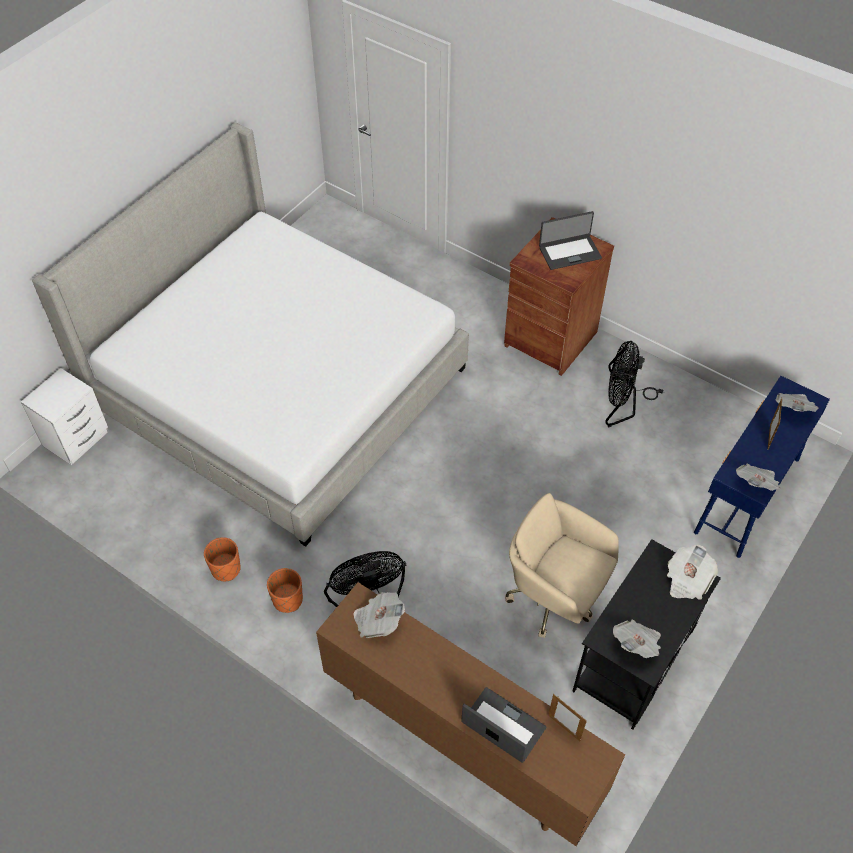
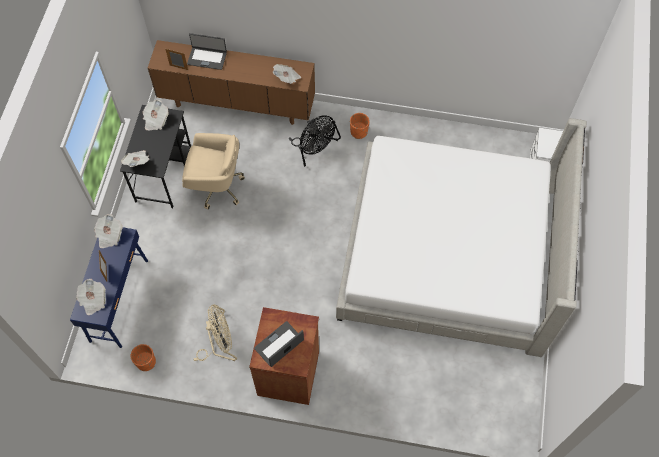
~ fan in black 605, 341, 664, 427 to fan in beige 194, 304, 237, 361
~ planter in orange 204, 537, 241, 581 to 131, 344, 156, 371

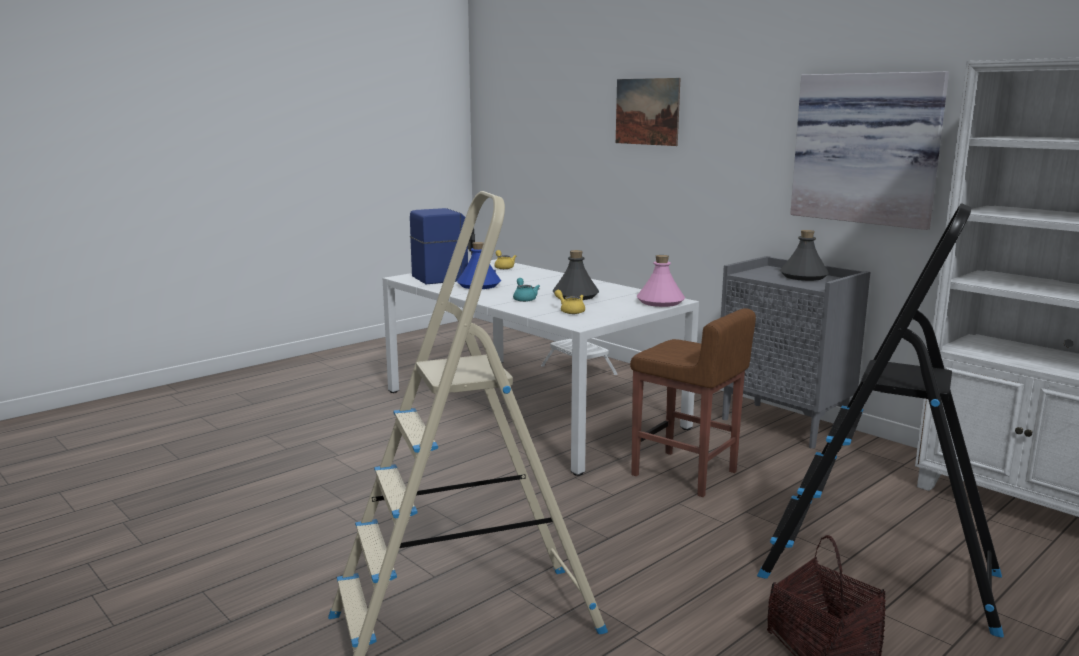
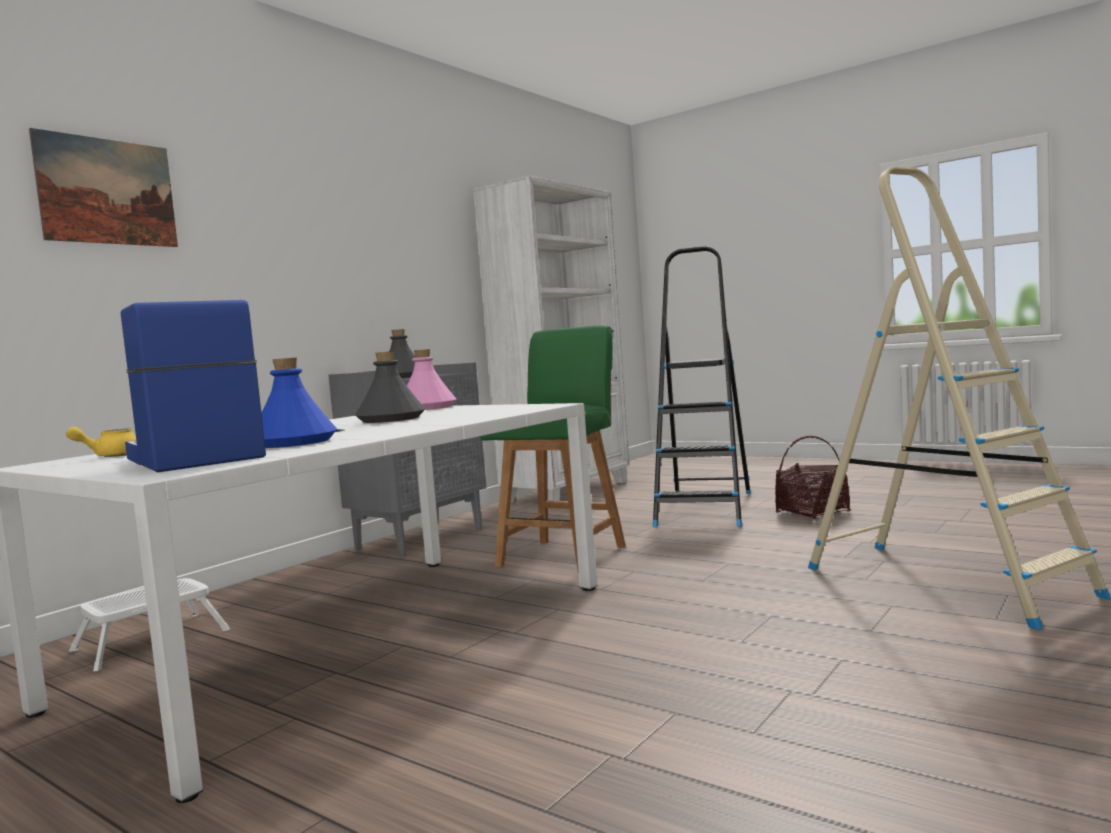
- picture 790, 71, 949, 230
- teapot in turquoise 513, 278, 540, 302
- teapot in yellow 554, 290, 585, 314
~ stool in brown 630, 308, 756, 497 to chair in green 480, 325, 626, 574

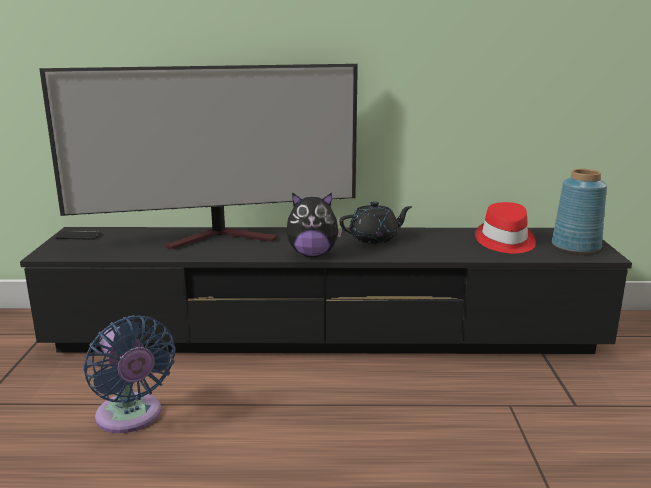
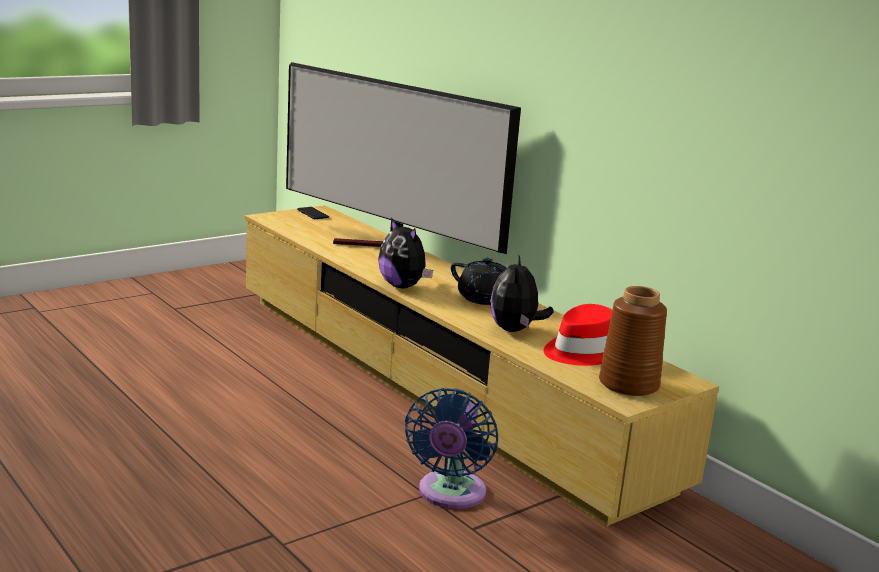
~ vase in blue 552, 169, 607, 254 to vase in brown 599, 286, 667, 396
~ tv stand in black 20, 227, 632, 354 to tv stand in beige 245, 205, 719, 526
~ fan in blue 83, 315, 176, 433 to 405, 388, 498, 509
+ plush toy 490, 254, 554, 332

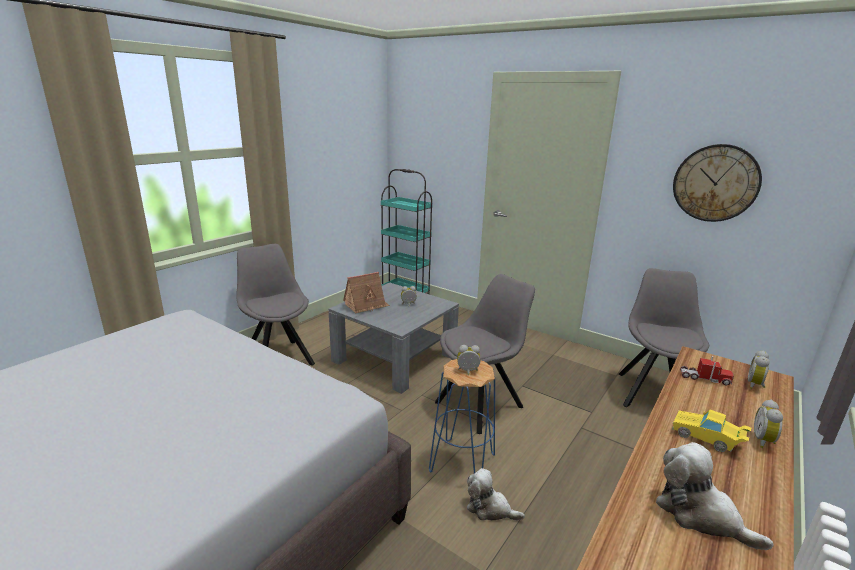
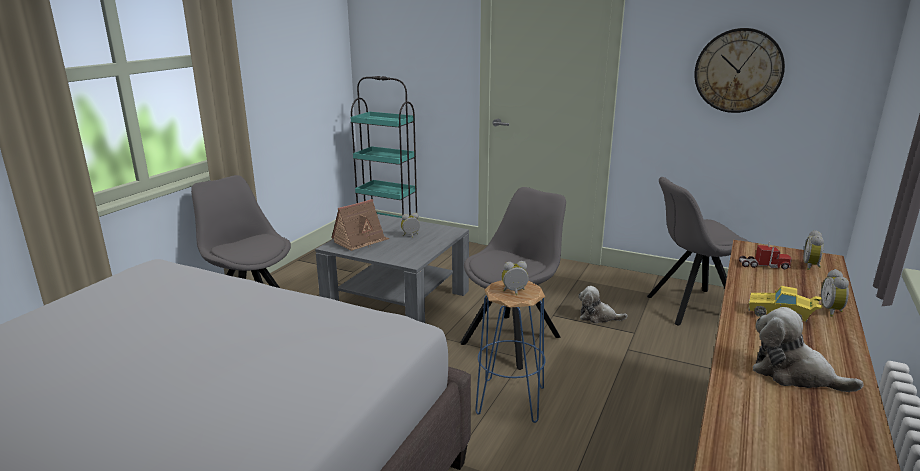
~ chair in grey 619, 268, 709, 407 = 647, 177, 749, 325 105 degrees counterclockwise
~ plush toy 467, 468, 525, 521 to 579, 286, 627, 324

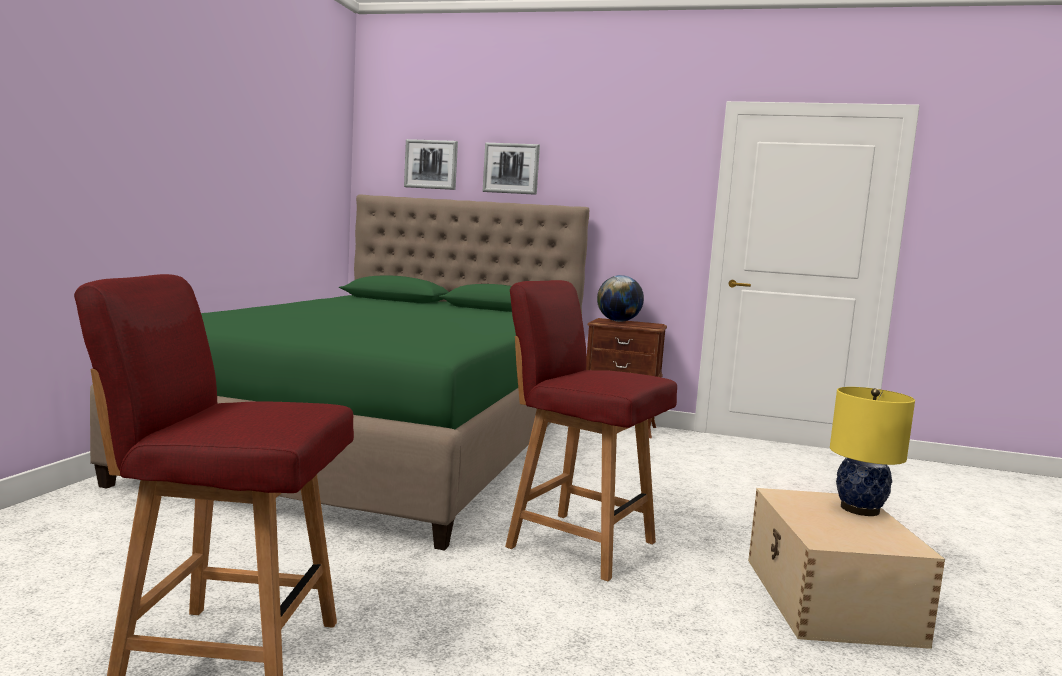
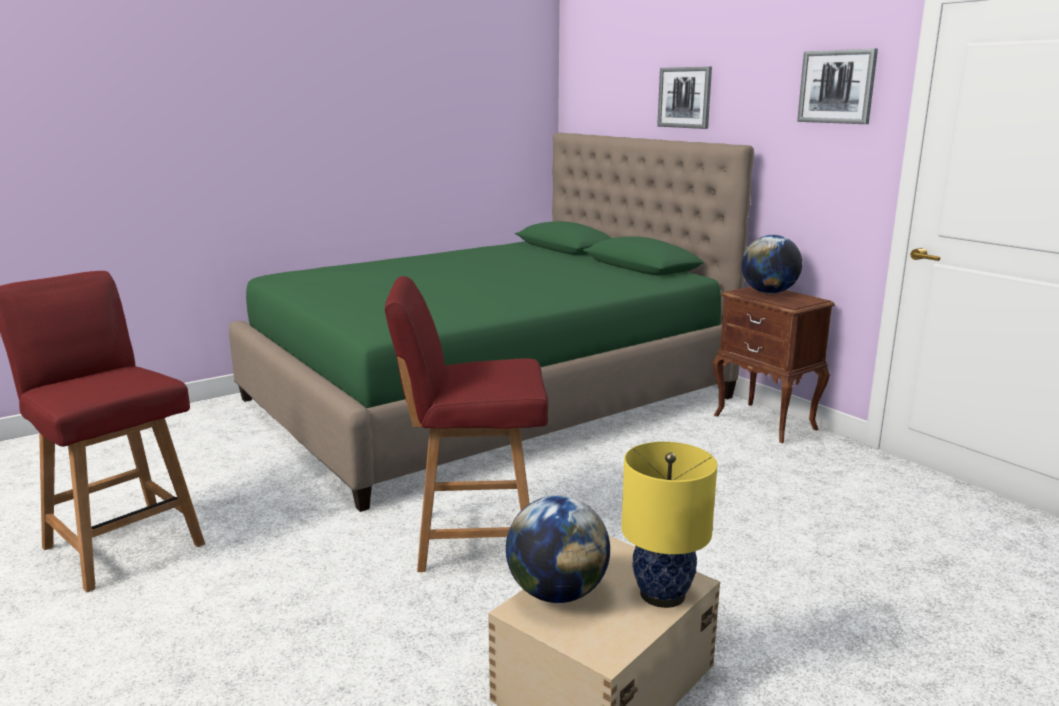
~ picture 404, 139, 458, 190 to 797, 48, 878, 124
~ chair in red 505, 280, 677, 581 = 385, 276, 548, 572 75 degrees counterclockwise
+ globe 506, 495, 610, 603

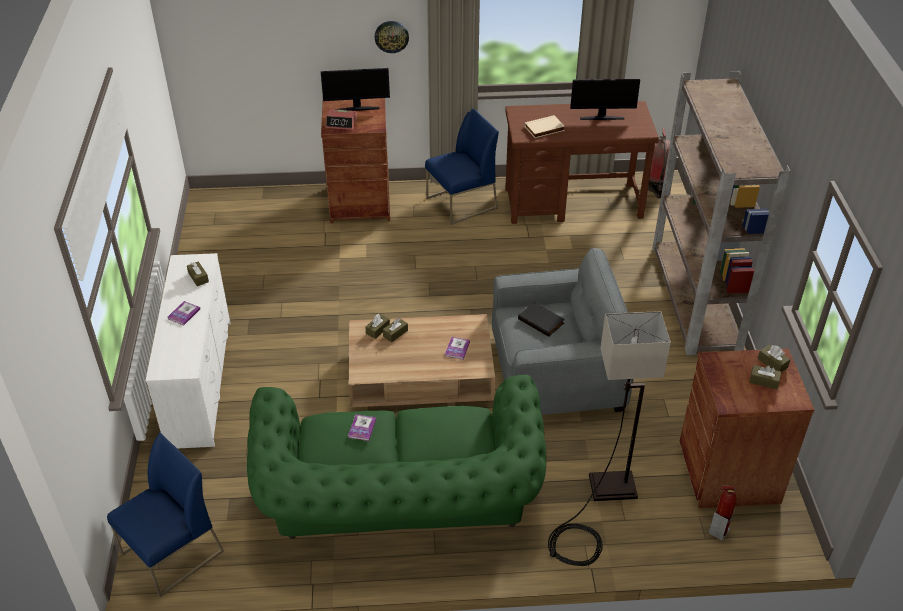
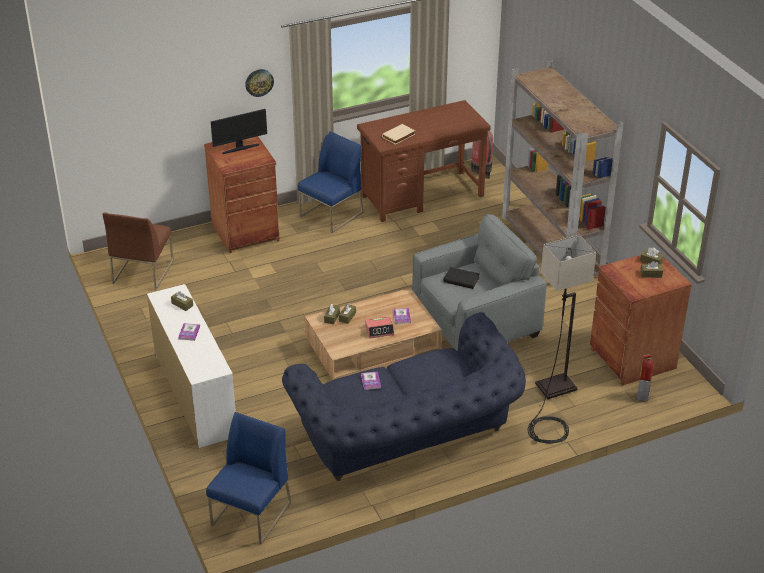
- monitor 570, 79, 640, 120
~ alarm clock 326, 109, 357, 130 to 365, 316, 394, 338
~ sofa in green 247, 375, 546, 539 to sofa in blue 282, 312, 526, 481
+ chair in brown 102, 212, 174, 291

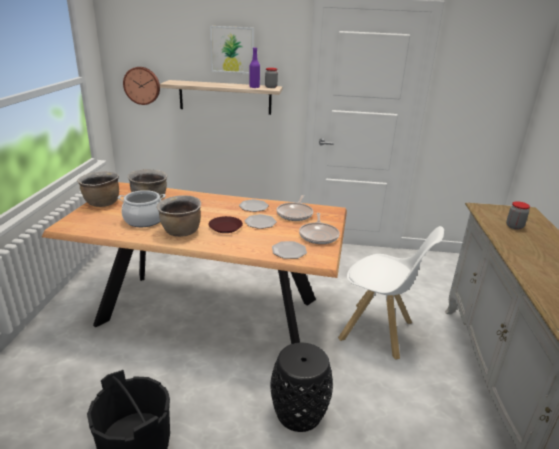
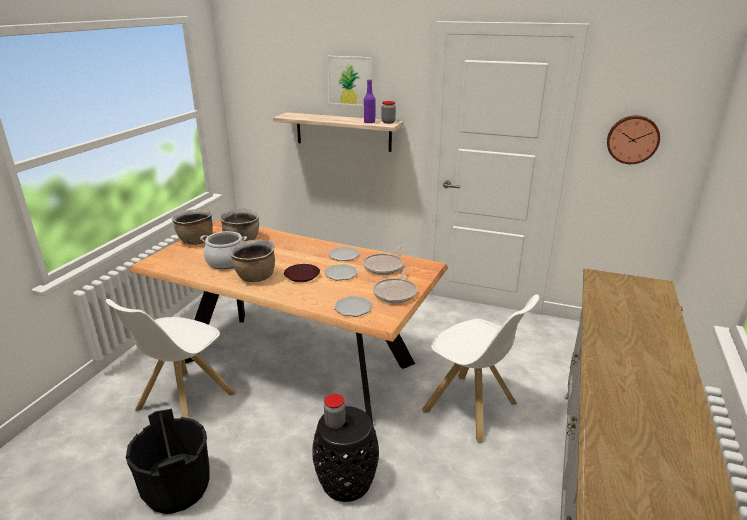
~ wall clock 123, 67, 160, 105 to 607, 115, 660, 164
~ jar 506, 201, 530, 230 to 324, 394, 346, 429
+ chair in white 106, 299, 235, 418

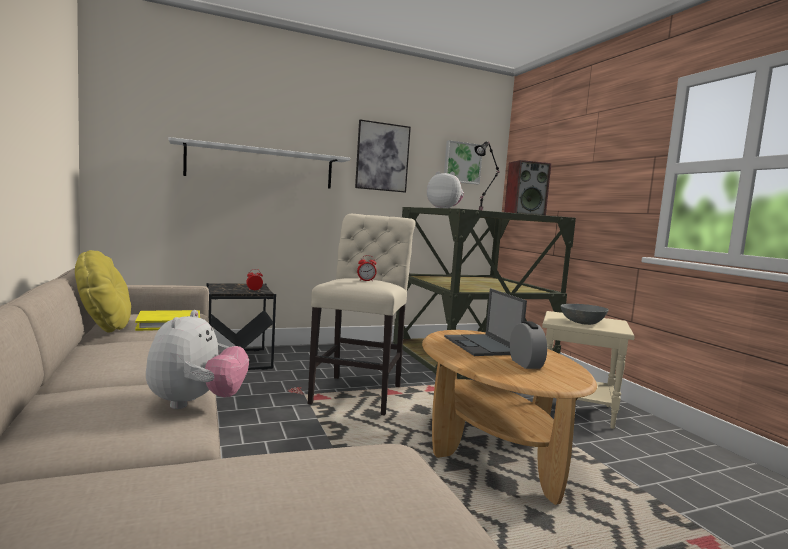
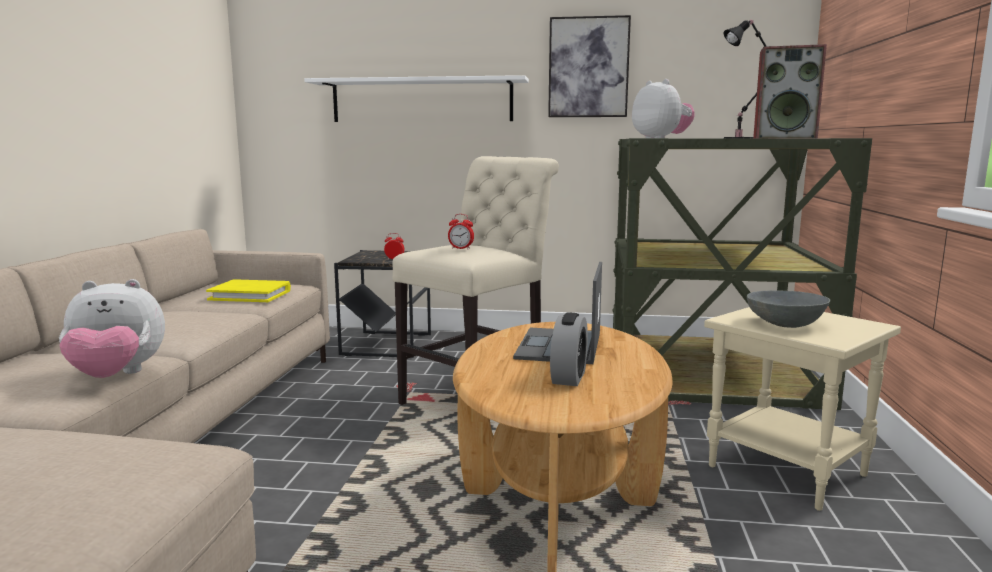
- picture 444, 140, 482, 184
- pillow in yellow 75, 250, 131, 332
~ plush toy 146, 310, 249, 409 = 59, 279, 165, 378 45 degrees clockwise

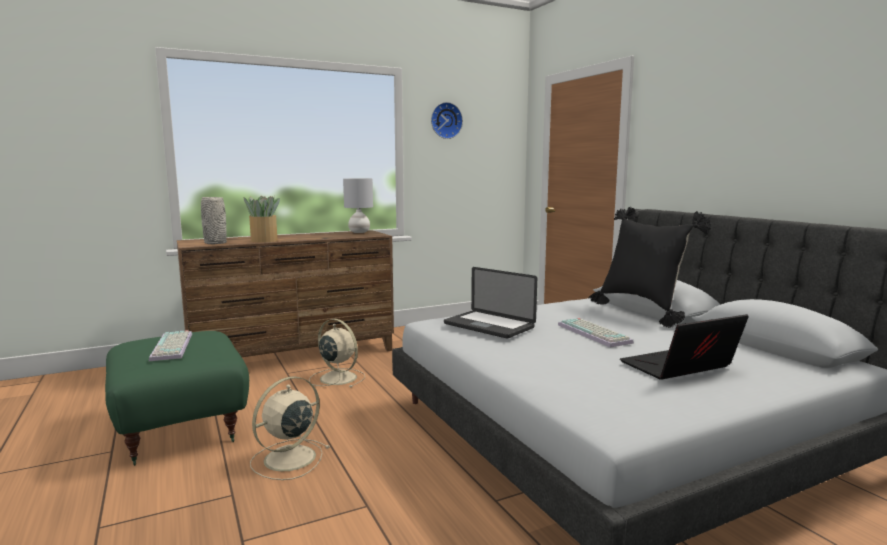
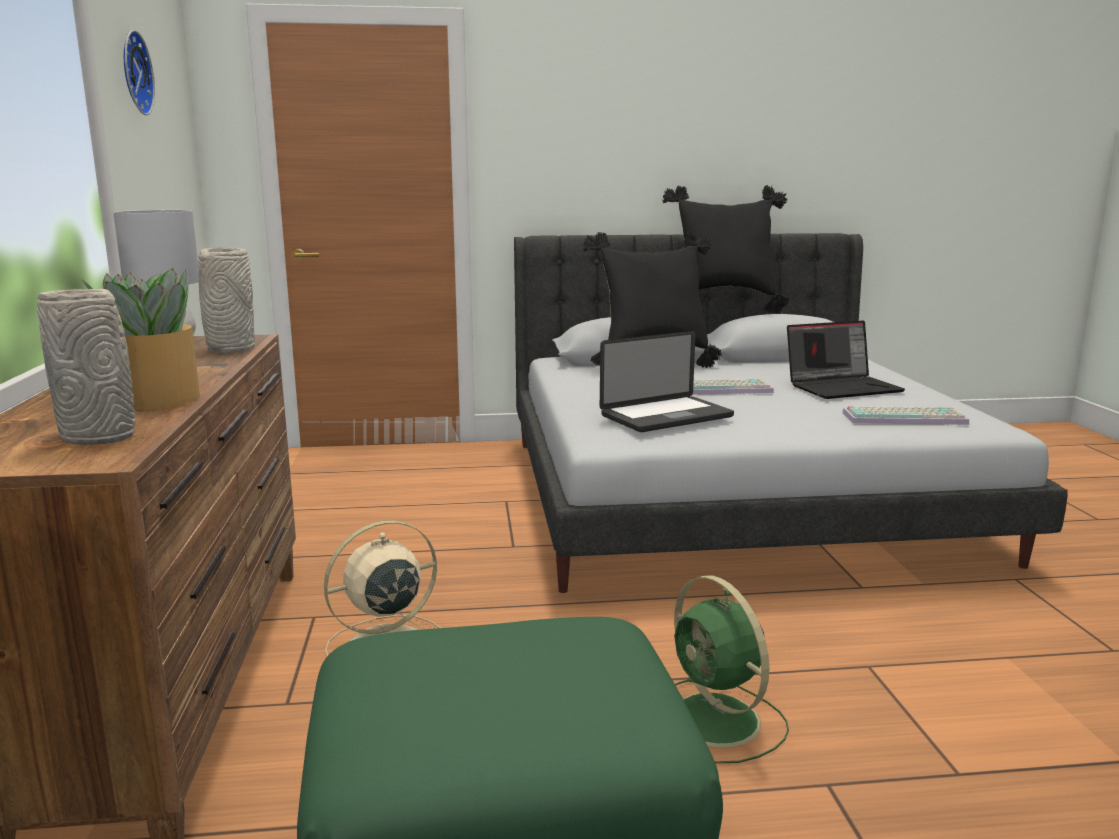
~ laptop 620, 314, 749, 380 = 787, 320, 905, 399 105 degrees counterclockwise
~ keyboard 149, 330, 192, 361 to 842, 406, 969, 425
~ fan in beige 250, 376, 330, 480 to fan in green 674, 575, 789, 764
+ pillow in black 662, 185, 790, 314
+ vase in grey 198, 247, 255, 353

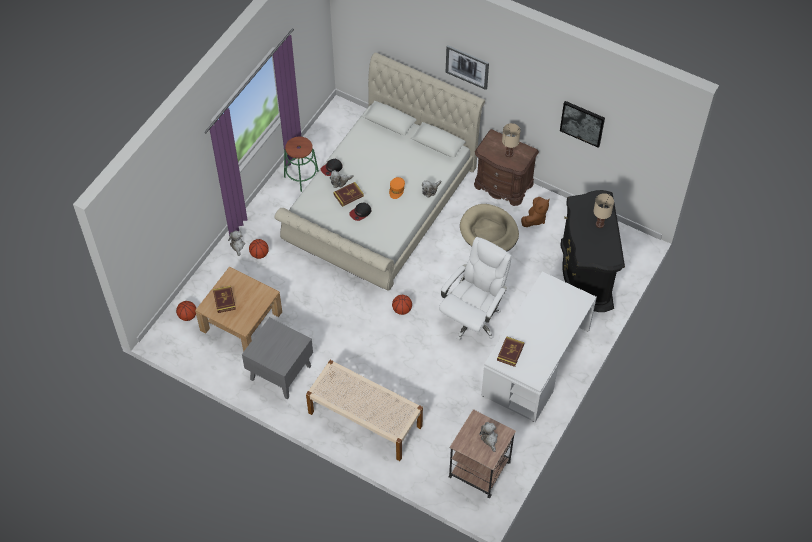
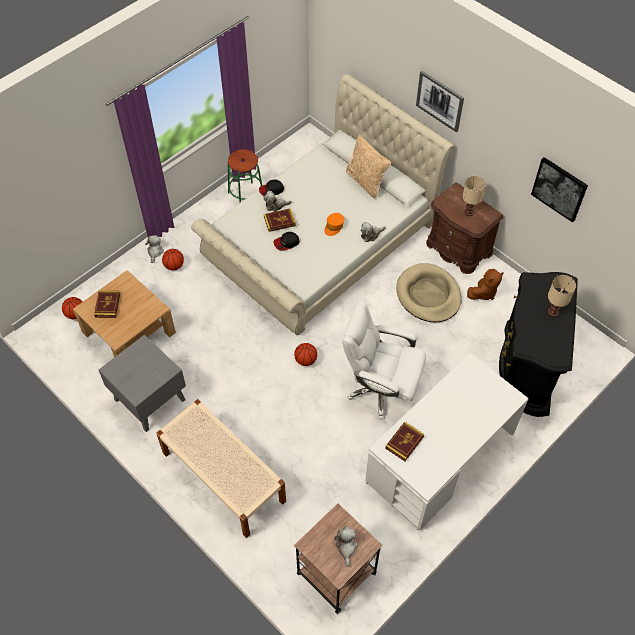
~ office chair in white 439, 237, 512, 340 = 342, 301, 426, 420 120 degrees counterclockwise
+ pillow in beige 346, 135, 391, 198

